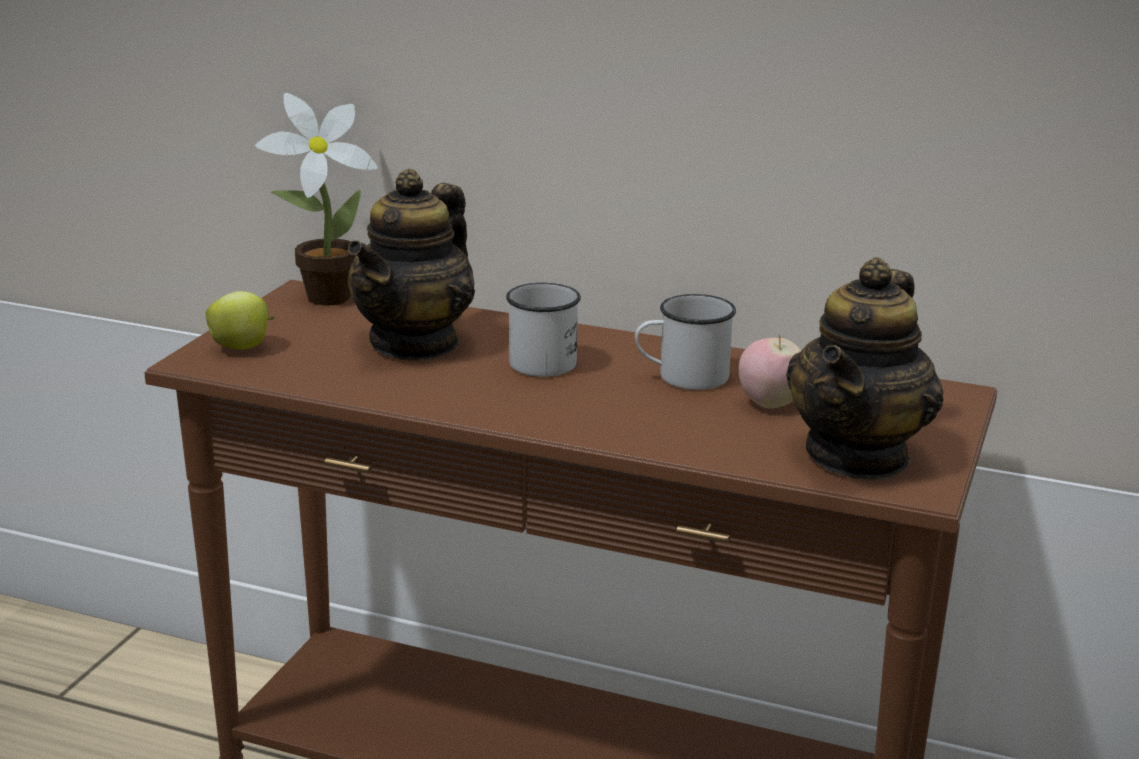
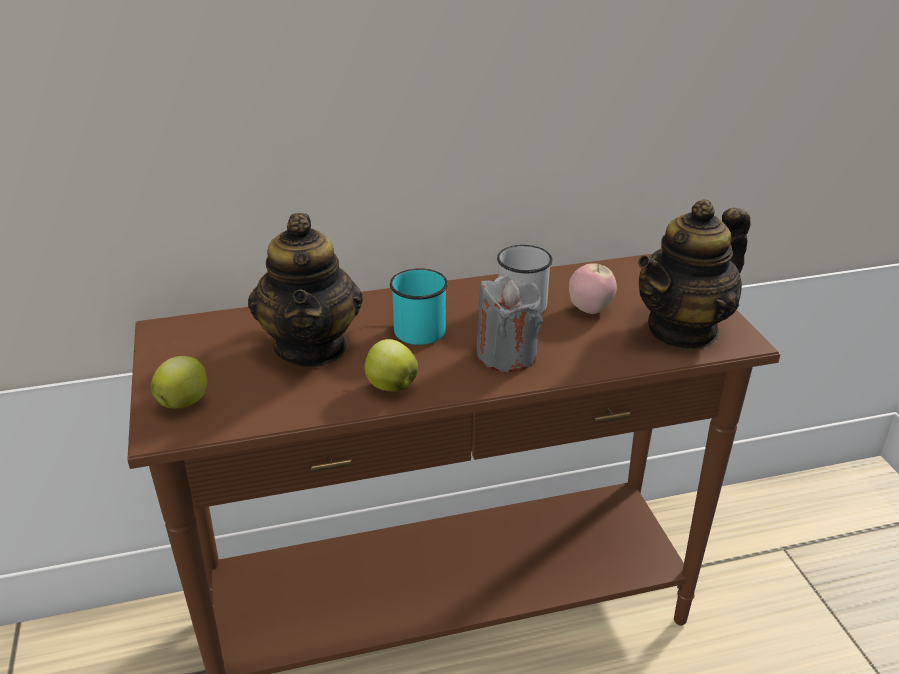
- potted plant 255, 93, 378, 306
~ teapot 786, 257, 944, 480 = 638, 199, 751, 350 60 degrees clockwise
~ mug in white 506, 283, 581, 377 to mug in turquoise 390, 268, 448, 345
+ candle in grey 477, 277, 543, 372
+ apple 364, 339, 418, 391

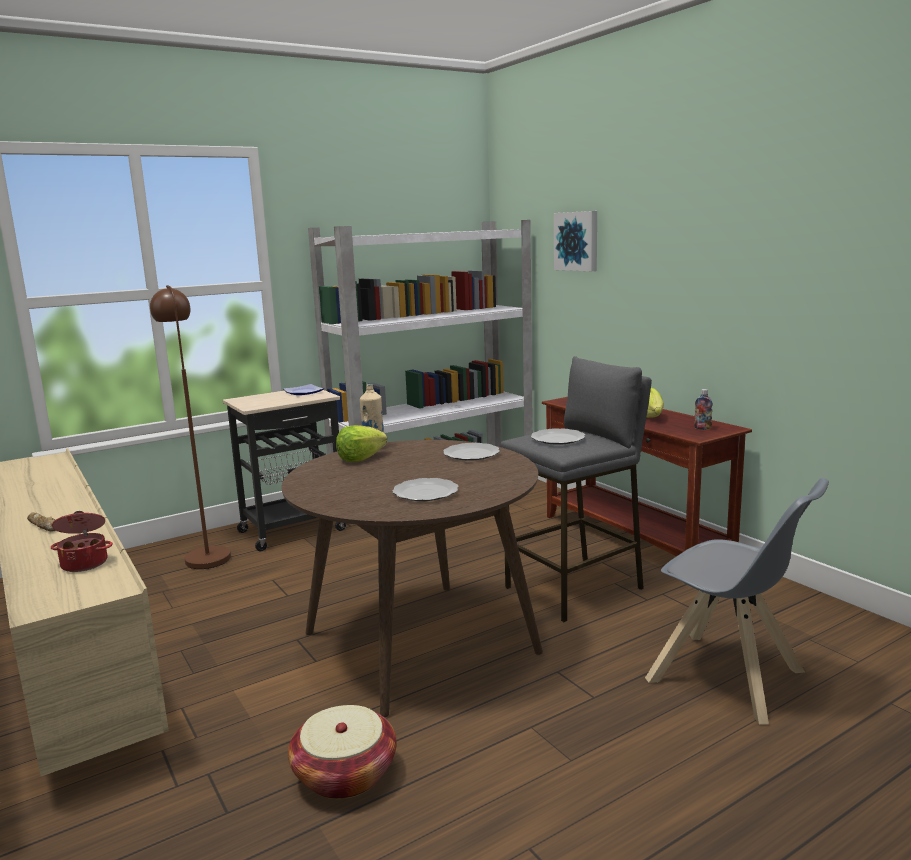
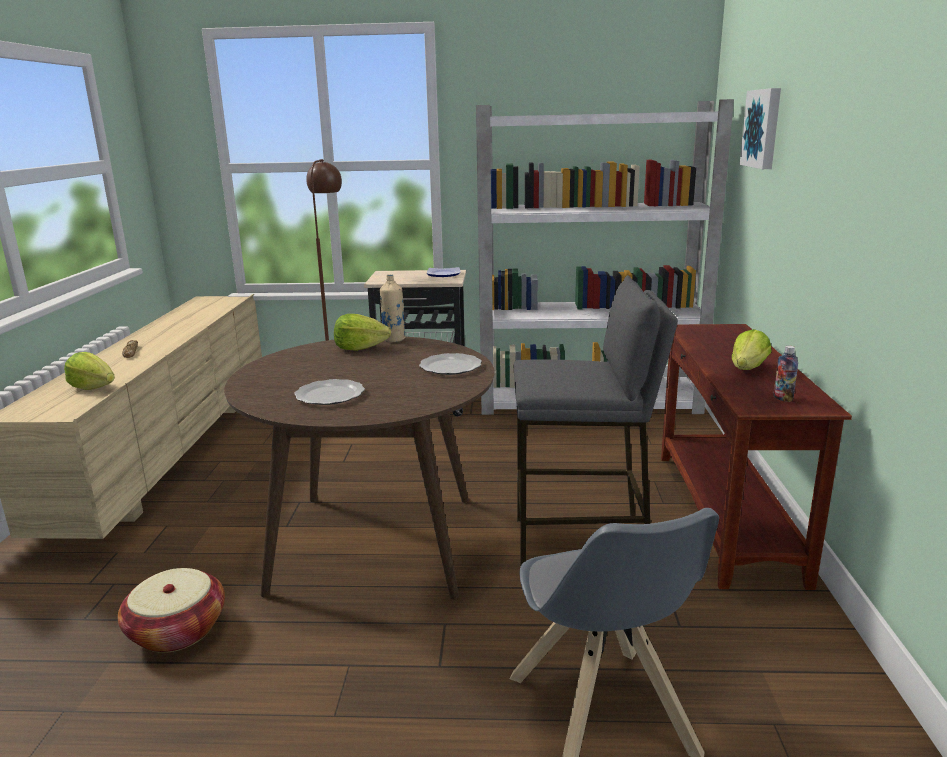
- plate 531, 428, 585, 445
~ cooking pot 51, 511, 113, 572 to lettuce 64, 352, 115, 390

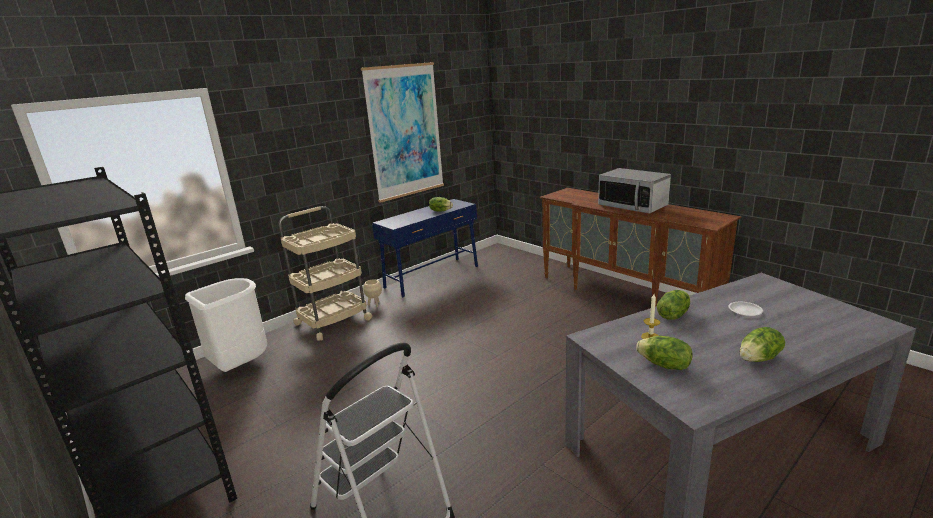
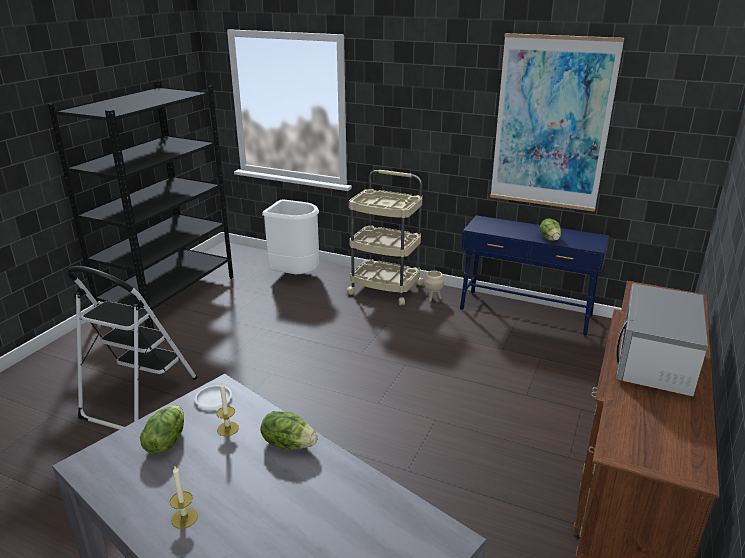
~ plate in white 728, 302, 763, 316 to 195, 385, 232, 408
~ lettuce 740, 327, 785, 362 to candle 170, 466, 198, 529

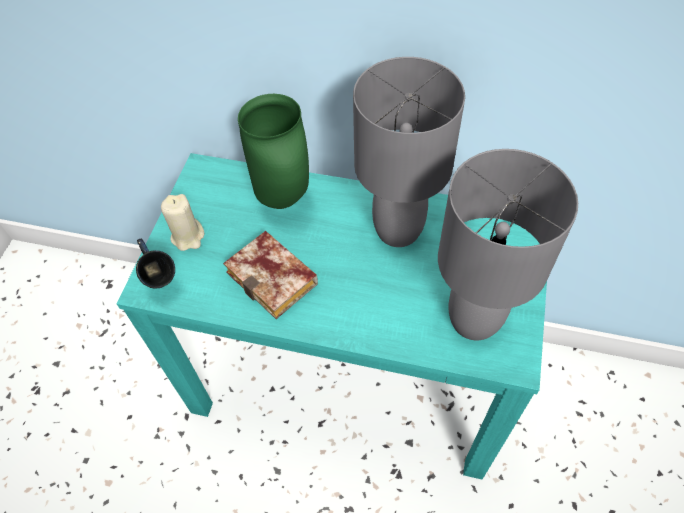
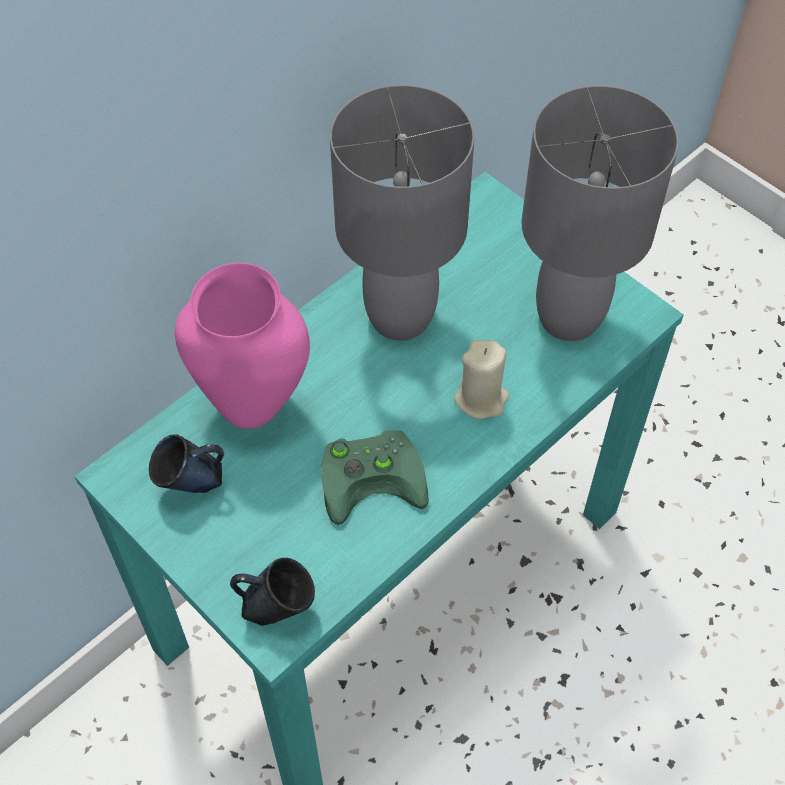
~ vase in green 238, 94, 309, 209 to vase in pink 175, 263, 310, 429
~ candle in beige 161, 194, 204, 251 to 454, 340, 509, 419
~ book 223, 231, 318, 319 to game controller in green 321, 430, 429, 525
+ mug in blue 149, 434, 224, 493

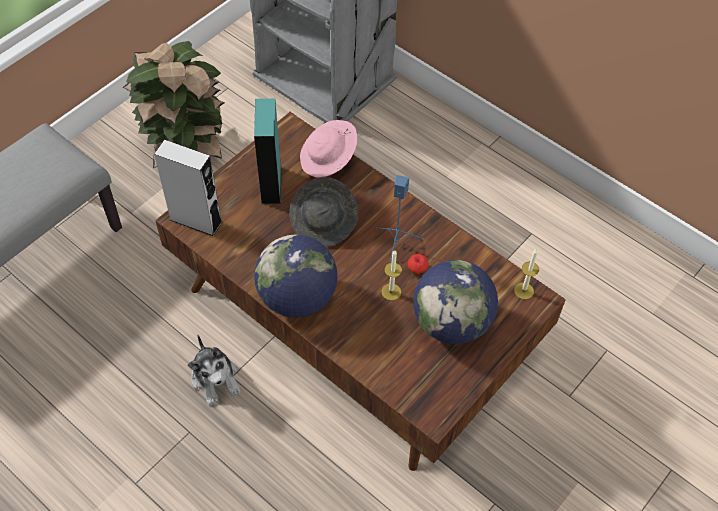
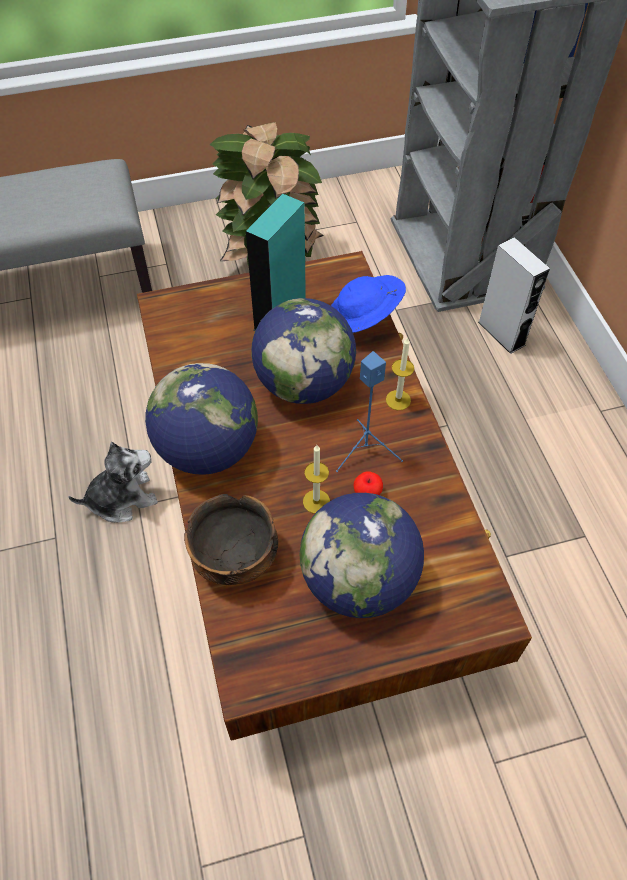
~ hat in pink 300, 120, 357, 178 to hat in blue 331, 275, 406, 333
~ speaker in grey 154, 140, 222, 236 to 478, 237, 550, 354
~ hat in grey 289, 177, 358, 247 to globe 251, 298, 356, 404
~ candle 514, 249, 539, 299 to 386, 337, 414, 410
~ plush toy 188, 335, 241, 406 = 68, 442, 158, 523 120 degrees counterclockwise
+ bowl 184, 494, 278, 585

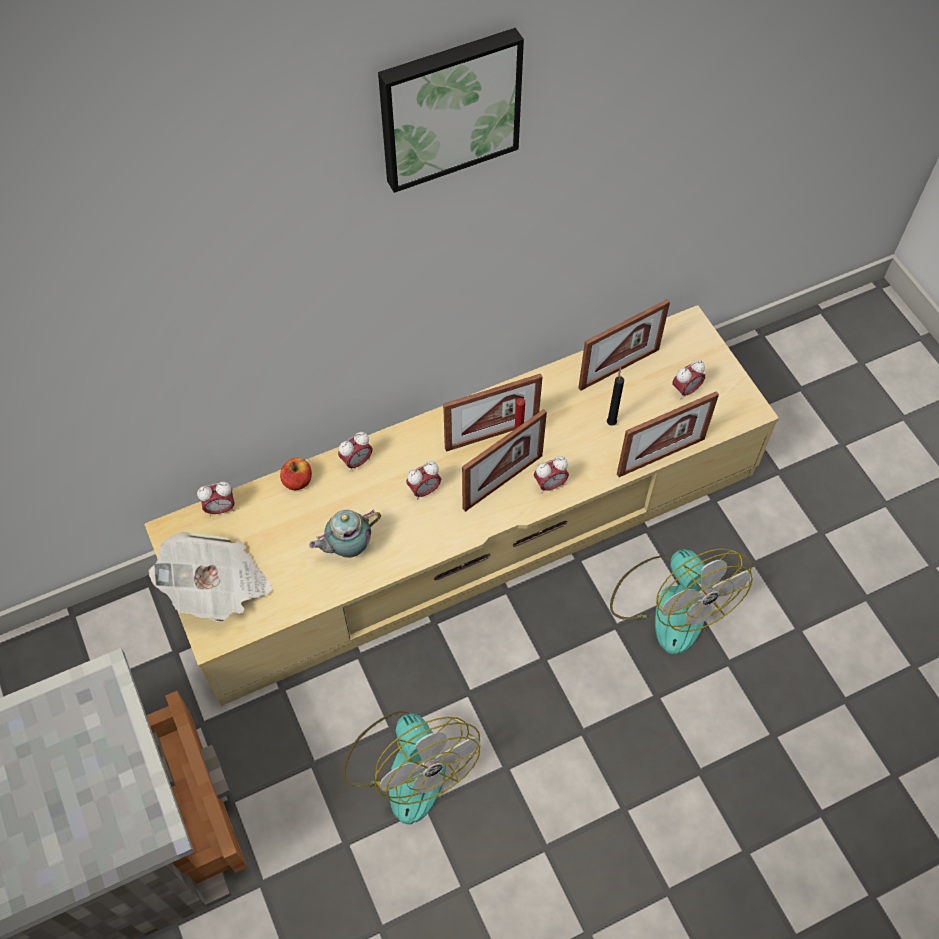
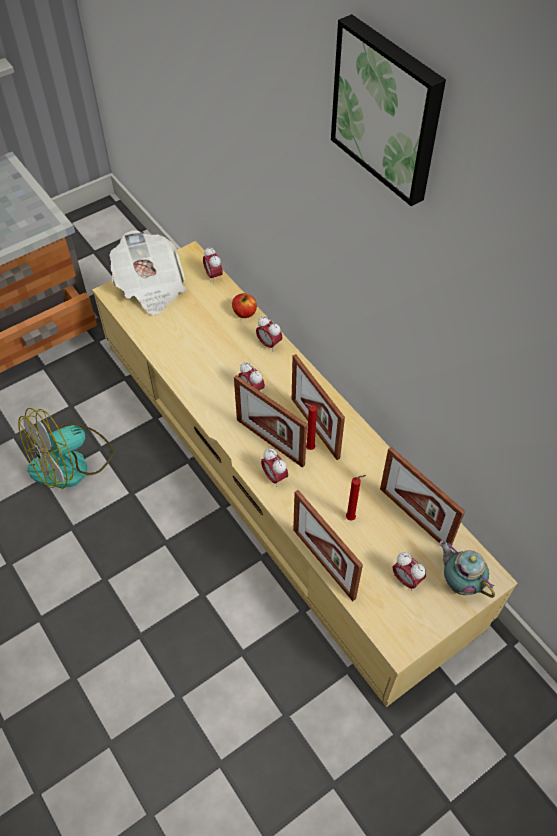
~ candle in black 607, 367, 624, 426 to candle in red 346, 475, 366, 521
~ teapot 309, 509, 381, 558 to 439, 540, 495, 598
- fan 610, 549, 753, 654

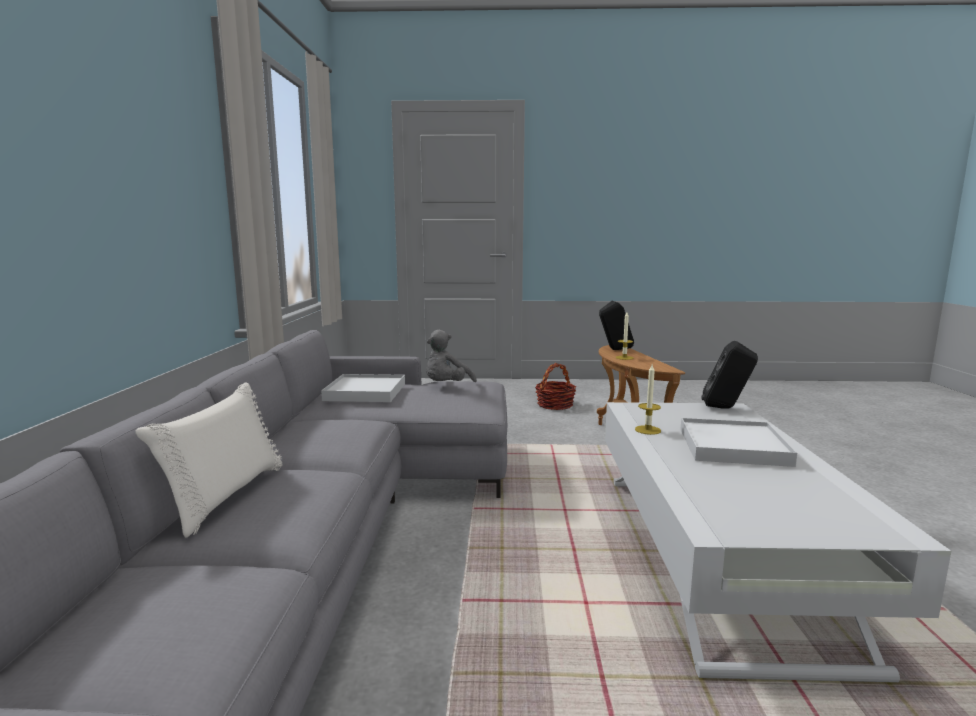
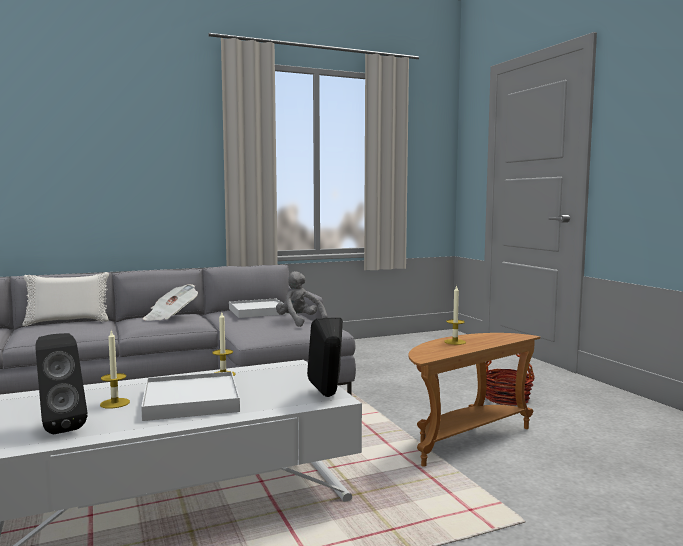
~ speaker in black 599, 301, 634, 350 to 35, 333, 88, 434
~ plush toy in grey 426, 330, 477, 382 = 276, 271, 328, 327 45 degrees clockwise
+ newspaper 143, 284, 198, 321
+ candle 100, 330, 130, 409

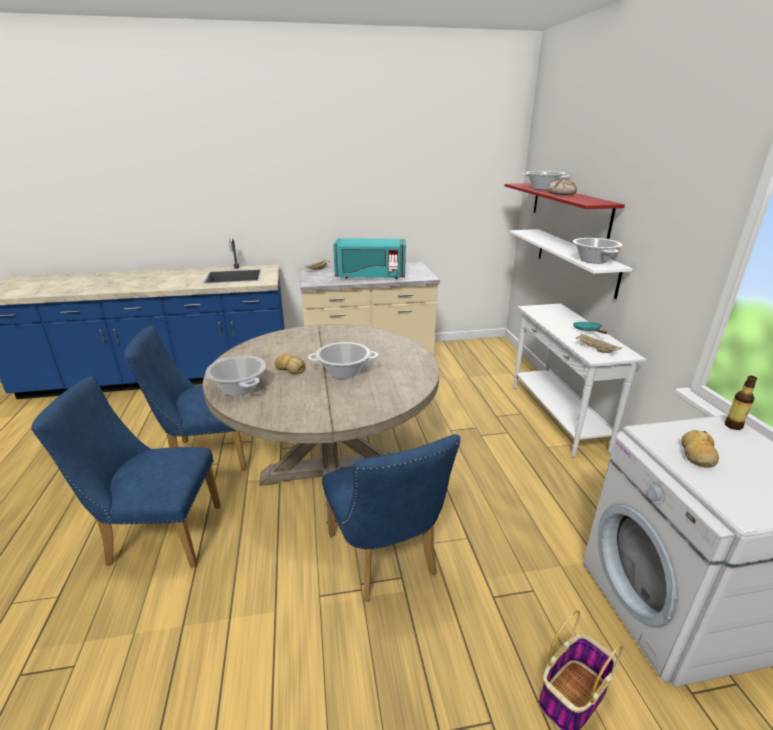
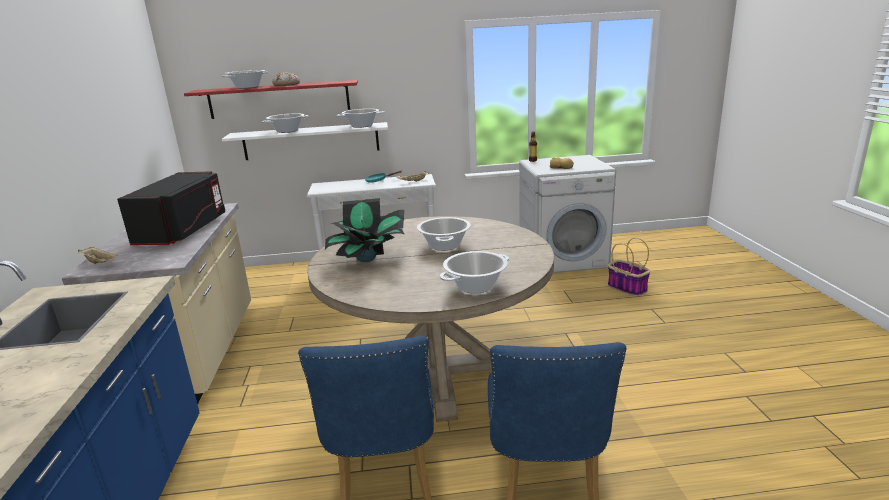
~ microwave in turquoise 333, 238, 406, 279 to microwave in black 117, 171, 225, 245
- bread 275, 354, 306, 374
- chair in blue 322, 434, 460, 602
+ cooking pot 262, 113, 308, 133
+ potted plant 325, 198, 404, 262

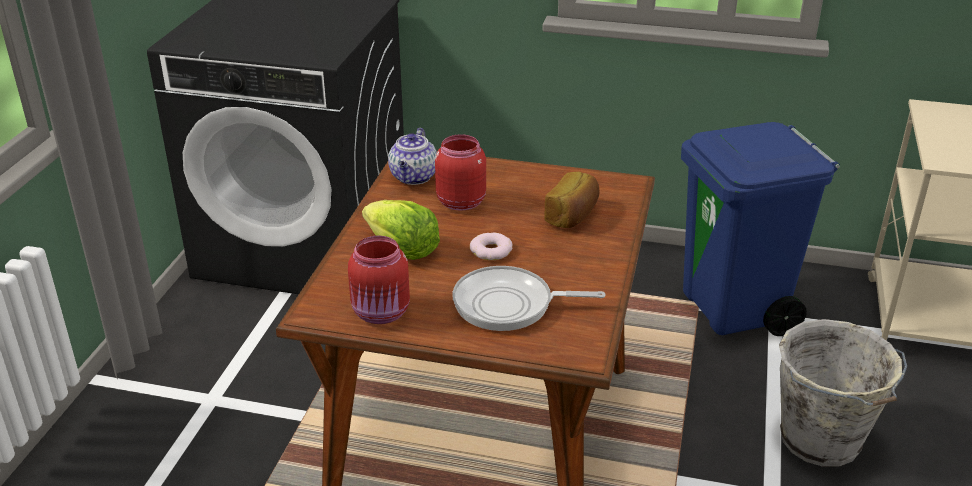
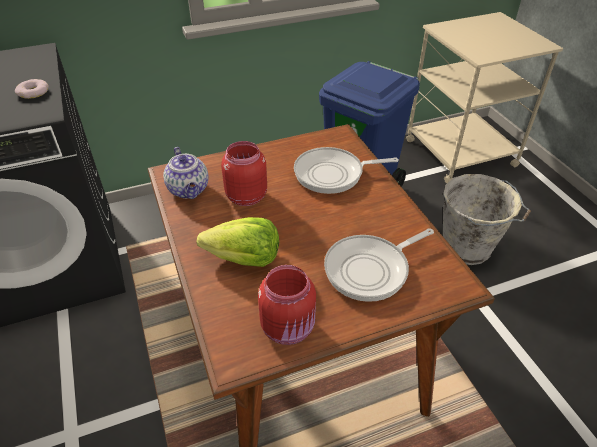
~ bread 544, 172, 599, 228 to frying pan 294, 147, 399, 194
~ donut 470, 232, 512, 260 to 15, 79, 49, 99

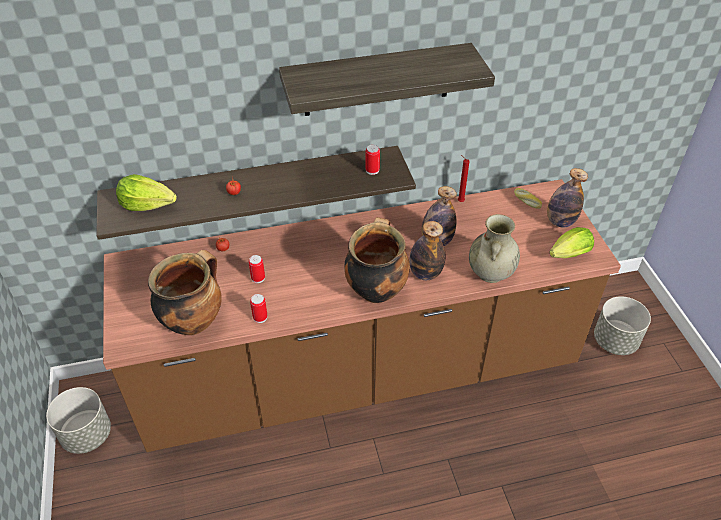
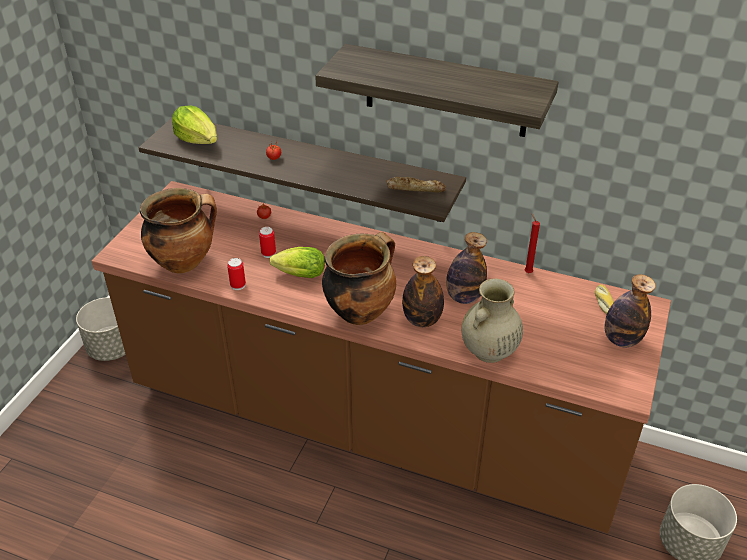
~ can 365, 145, 380, 175 to bread 386, 177, 446, 192
~ lettuce 549, 227, 594, 258 to 269, 247, 325, 278

